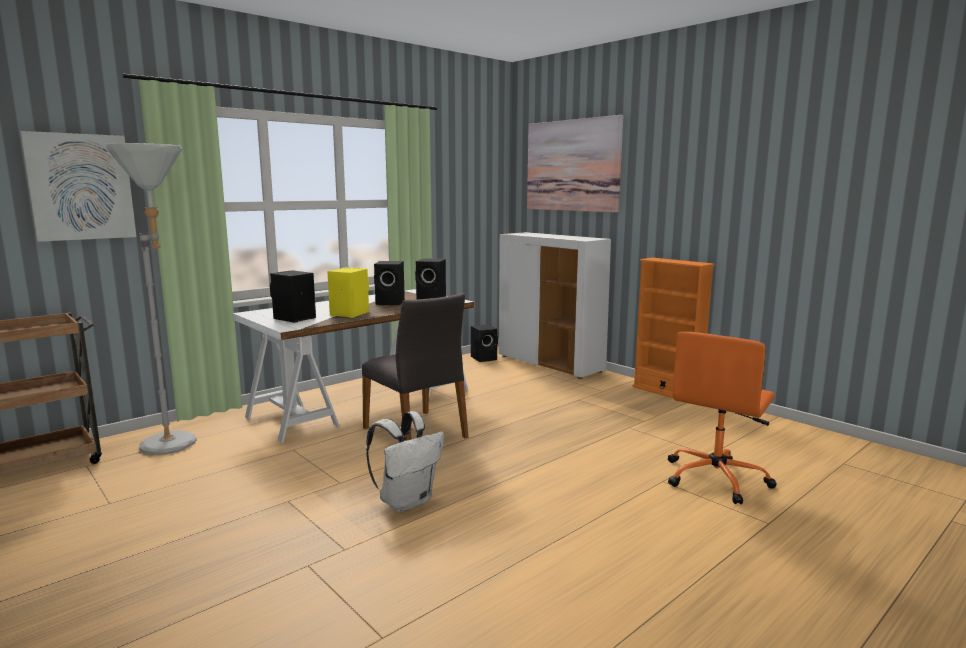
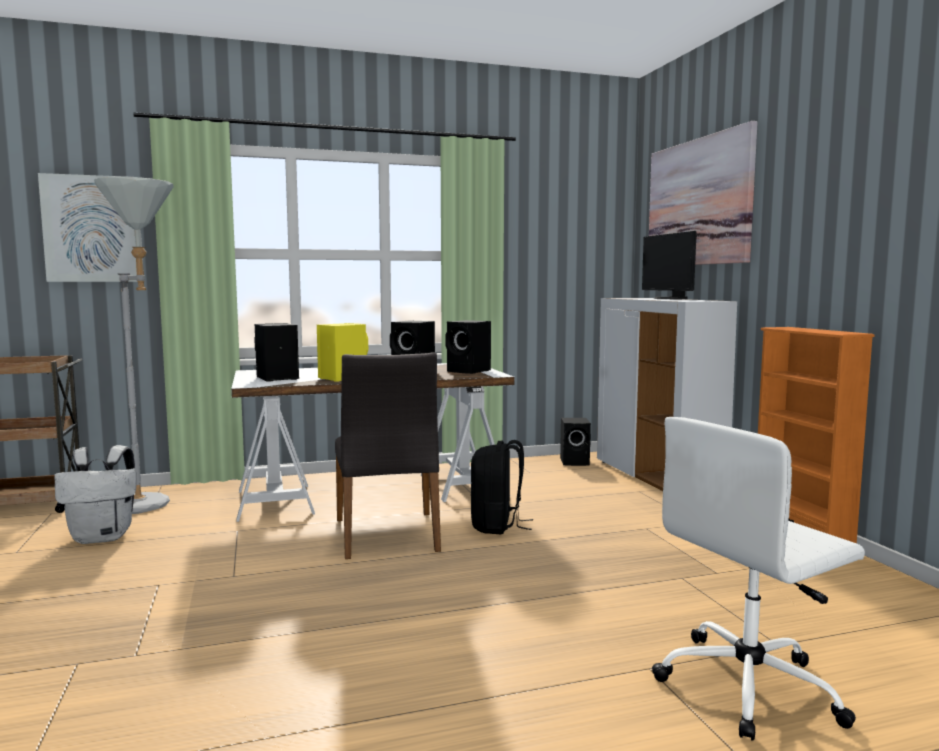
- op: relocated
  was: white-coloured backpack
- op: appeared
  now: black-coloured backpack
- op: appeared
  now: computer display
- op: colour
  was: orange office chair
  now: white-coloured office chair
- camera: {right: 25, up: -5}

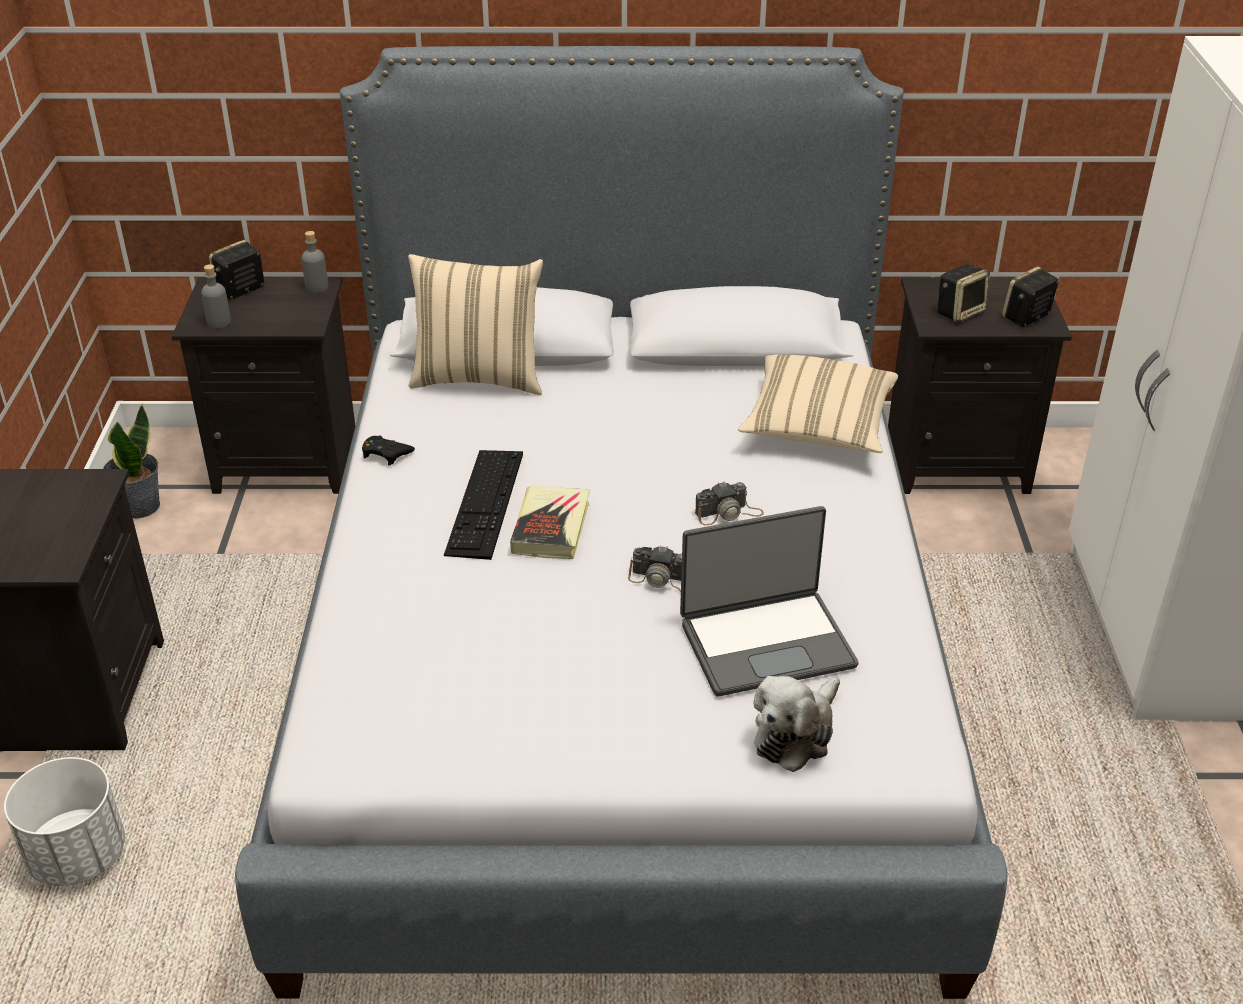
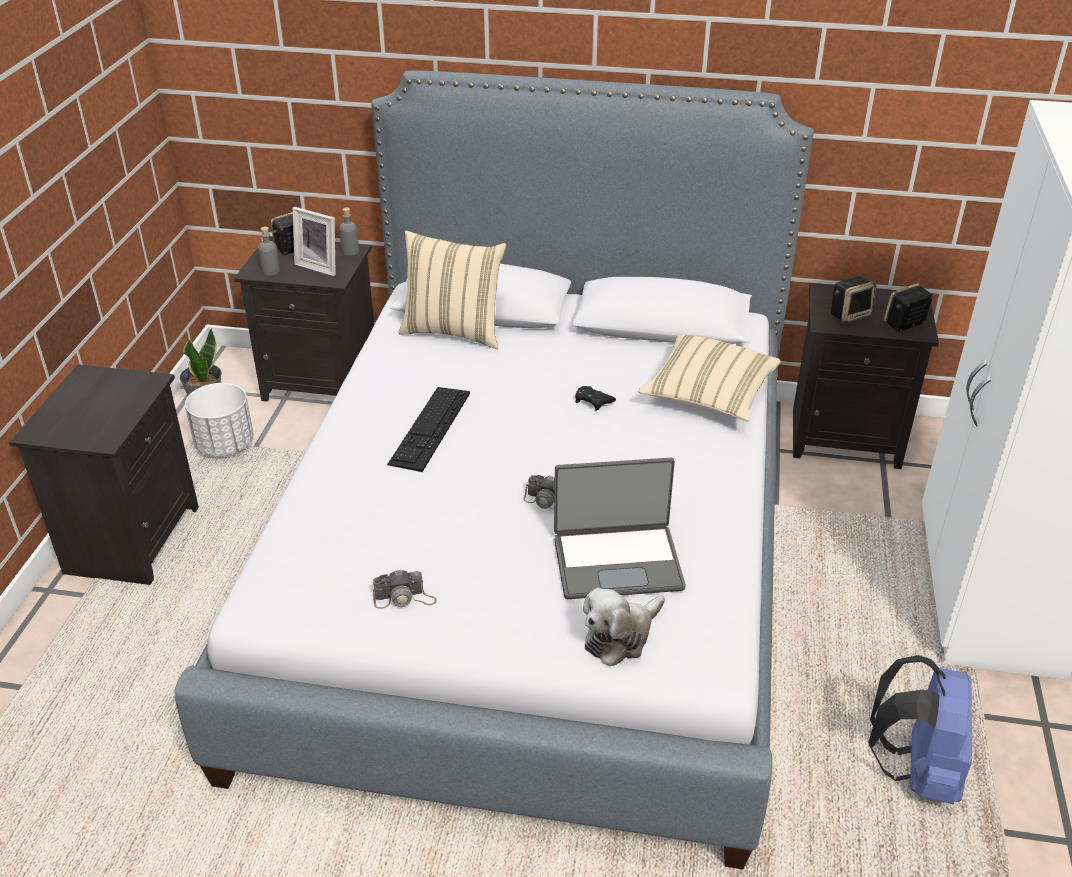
- op: relocated
  was: white-coloured planter
- op: appeared
  now: photo frame
- op: relocated
  was: photo camera (no. 2 from left in the first image)
  now: photo camera (no. 1 from left)
- op: relocated
  was: black-coloured gamepad
- op: appeared
  now: blue-coloured backpack
- op: missing
  was: bound book
- camera: {right: 10, up: 0}

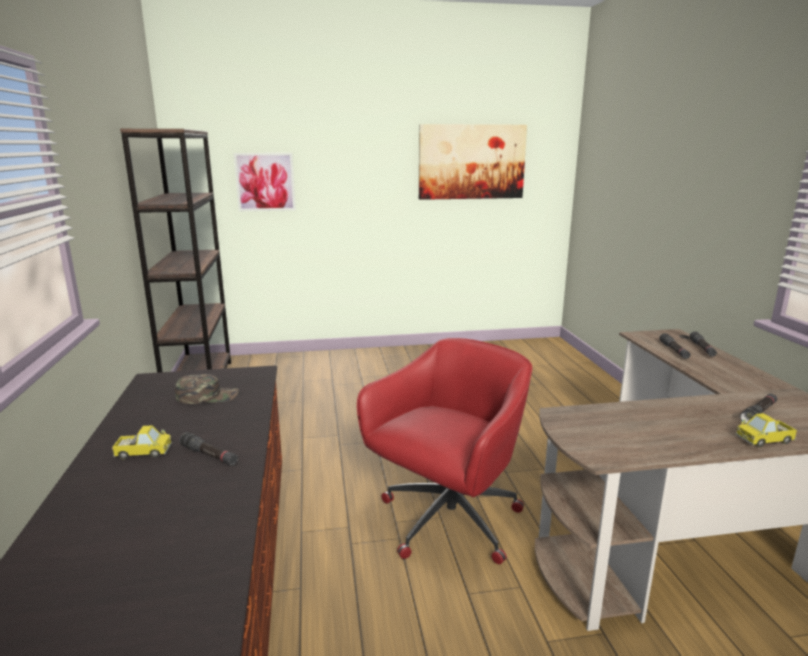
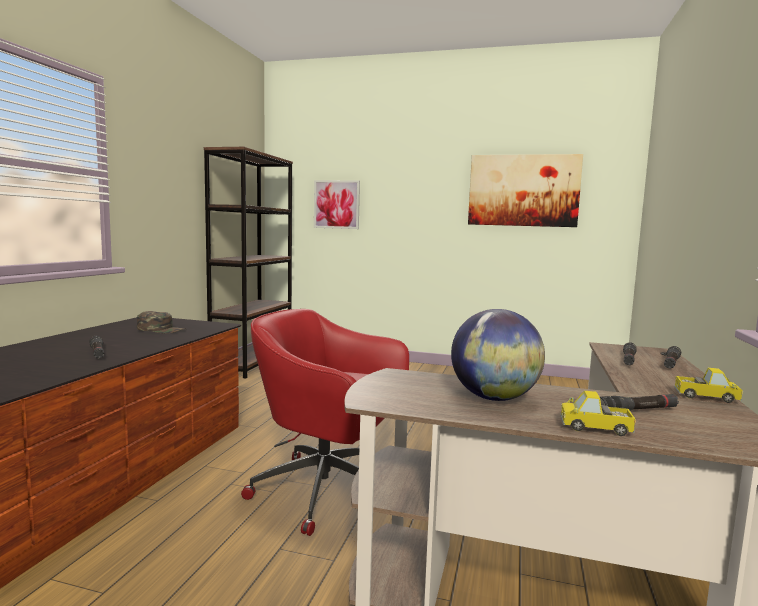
- op: spun
  was: reddish office chair
  clockwise: -135
- op: appeared
  now: world globe
- op: relocated
  was: model truck (no. 1 from left in the first image)
  now: model truck (no. 2 from left)
- camera: {right: 25, up: -10}

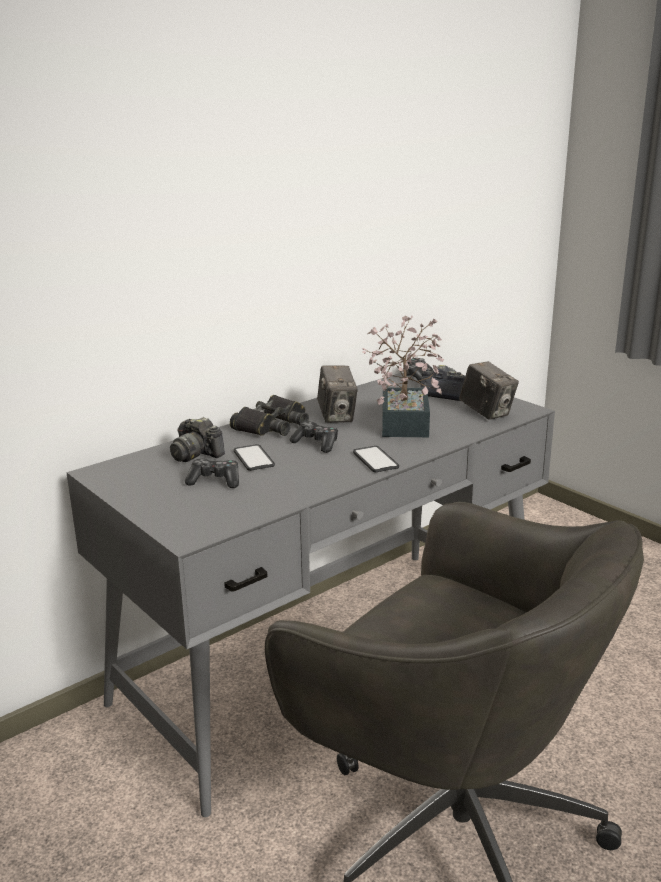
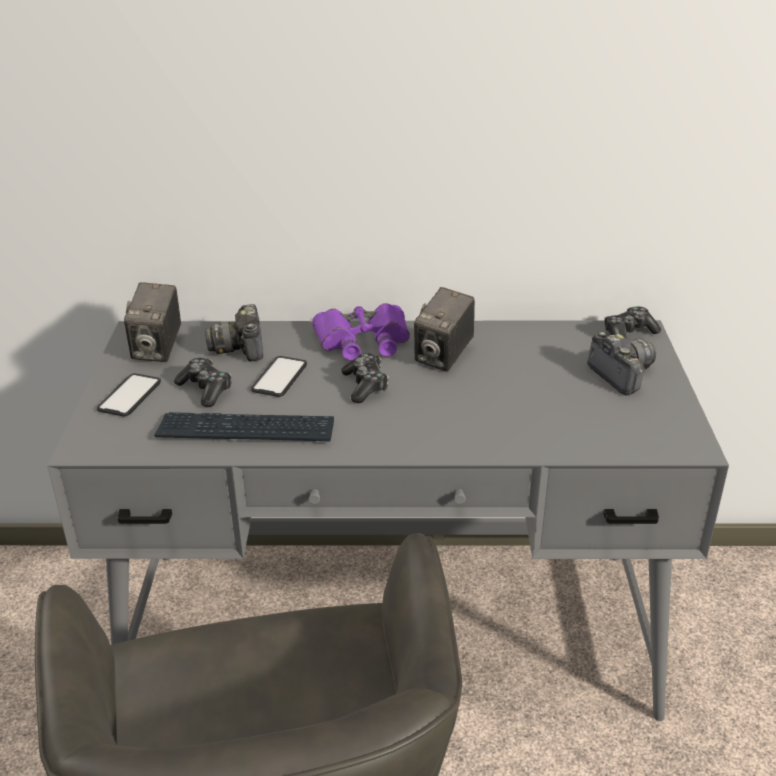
- op: relocated
  was: telephone (no. 2 from left in the first image)
  now: telephone (no. 1 from left)
- op: relocated
  was: photo camera (no. 4 from left in the first image)
  now: photo camera (no. 1 from left)
- op: appeared
  now: PC keyboard
- op: colour
  was: black-coloured binoculars
  now: purple-coloured binoculars
- op: missing
  was: plant in a pot
- camera: {right: 40, up: 10}

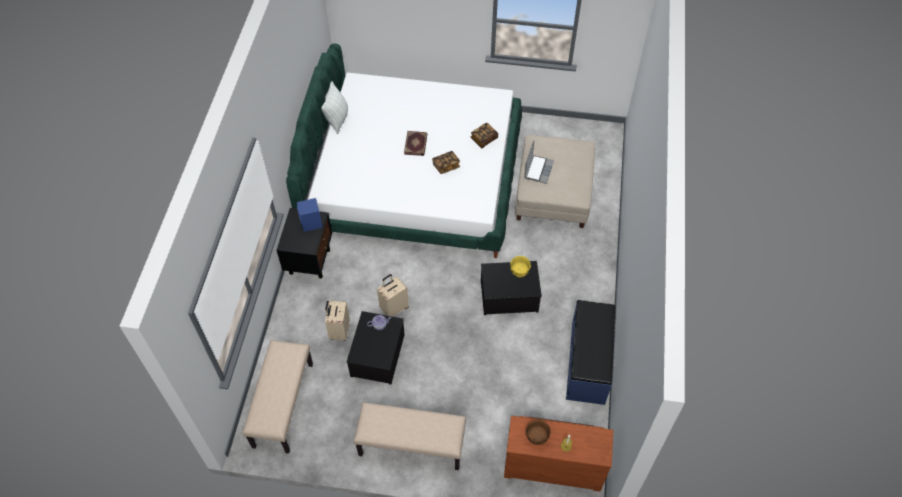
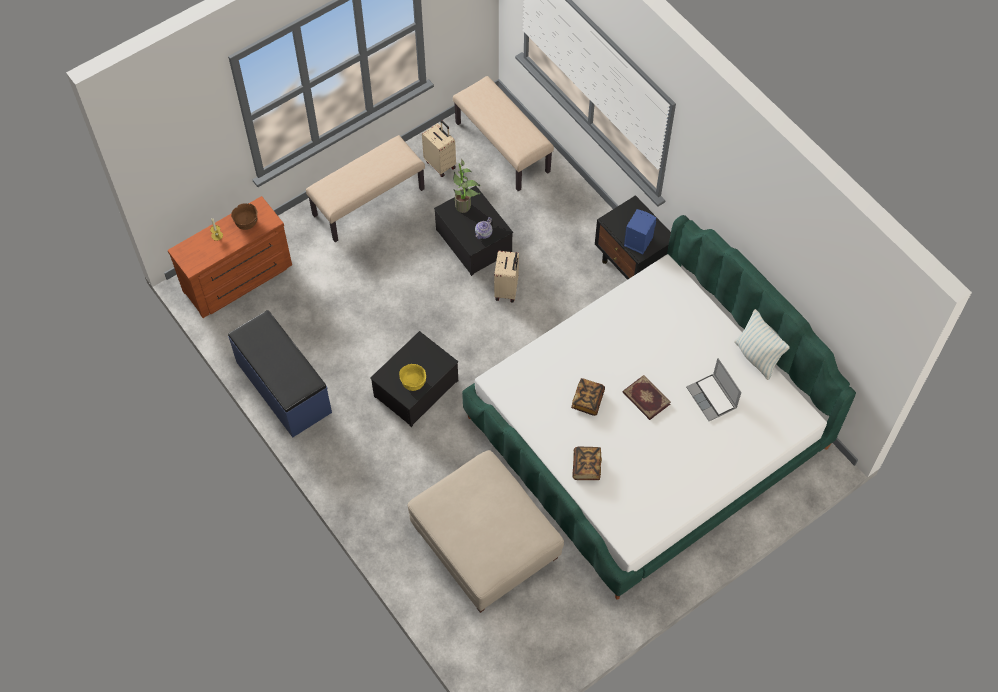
- op: relocated
  was: beige-coloured travel case (no. 1 from left)
- op: appeared
  now: plant in a pot
- op: relocated
  was: notebook computer
- camera: {right: 135, up: 5}

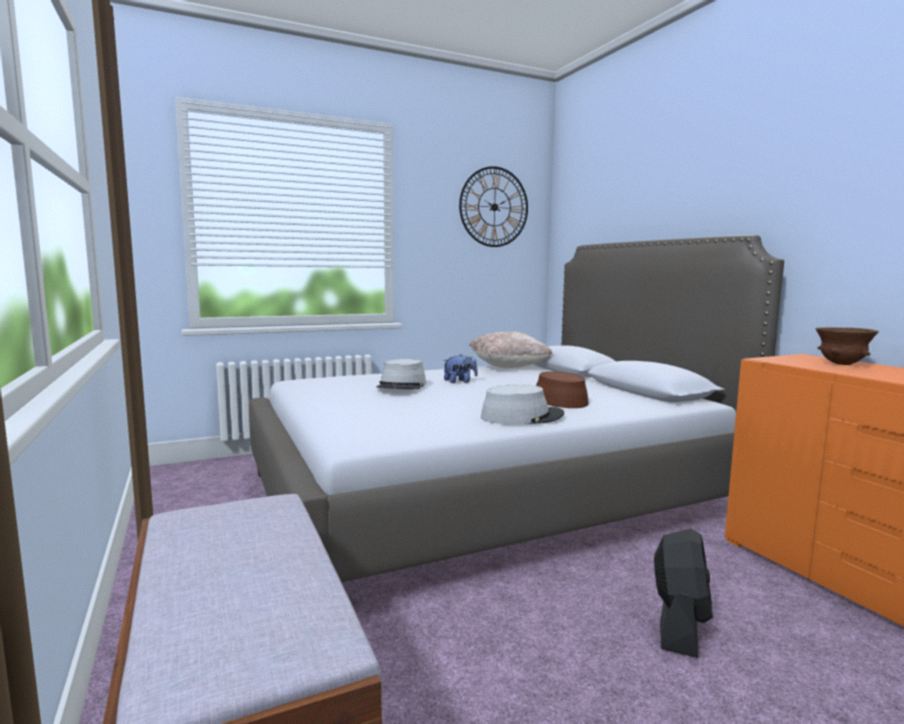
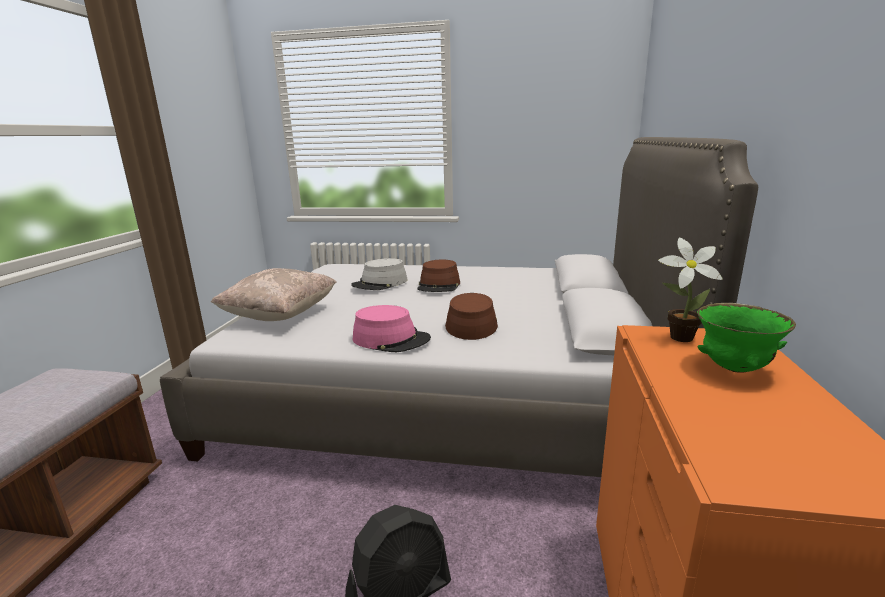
- op: relocated
  was: beige-coloured cushion
- op: colour
  was: gray hat (no. 2 from left)
  now: pink hat
- op: exchanged
  was: plush toy
  now: brownish hat (no. 1 from left)
- op: appeared
  now: plant in a pot
- op: colour
  was: brownish deep dish
  now: green-coloured deep dish
- op: missing
  was: wall clock
- camera: {right: 35, up: 10}

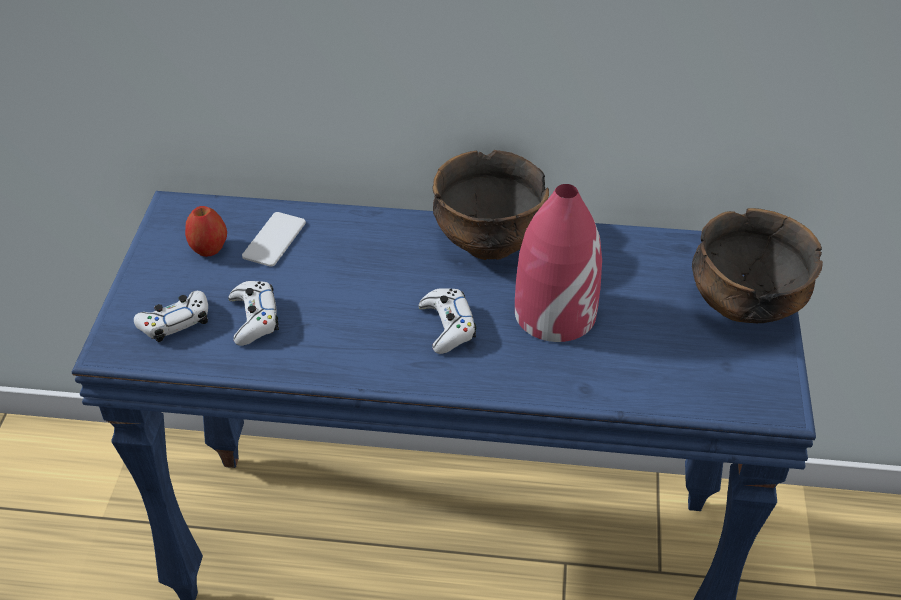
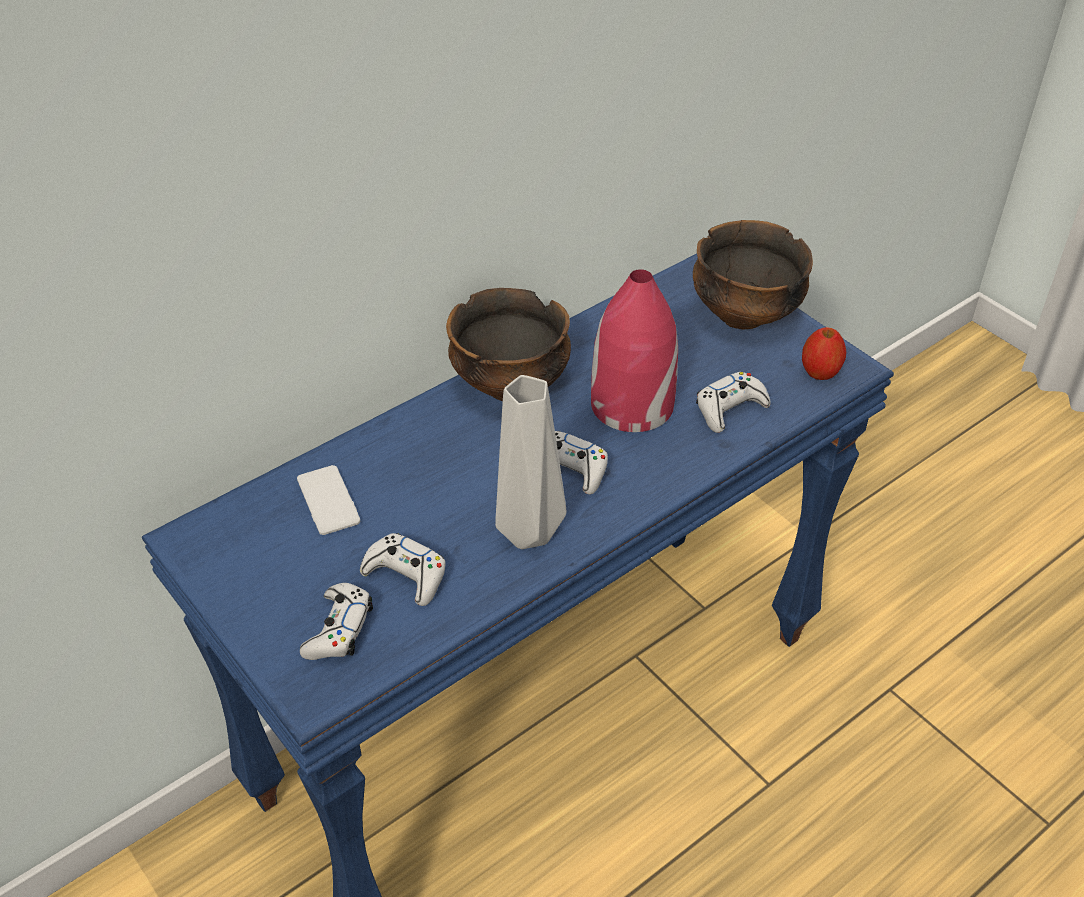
- op: appeared
  now: gray flower vase
- op: appeared
  now: white-coloured gamepad (no. 4 from left)
- op: relocated
  was: apple
- camera: {right: -45, up: 0}

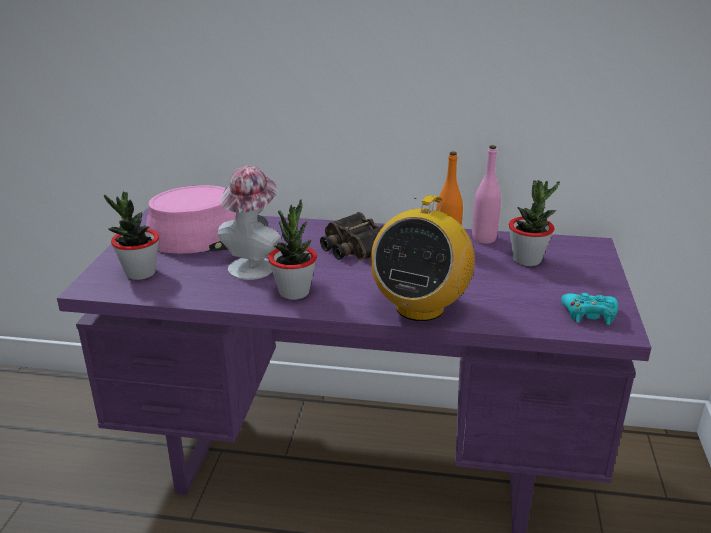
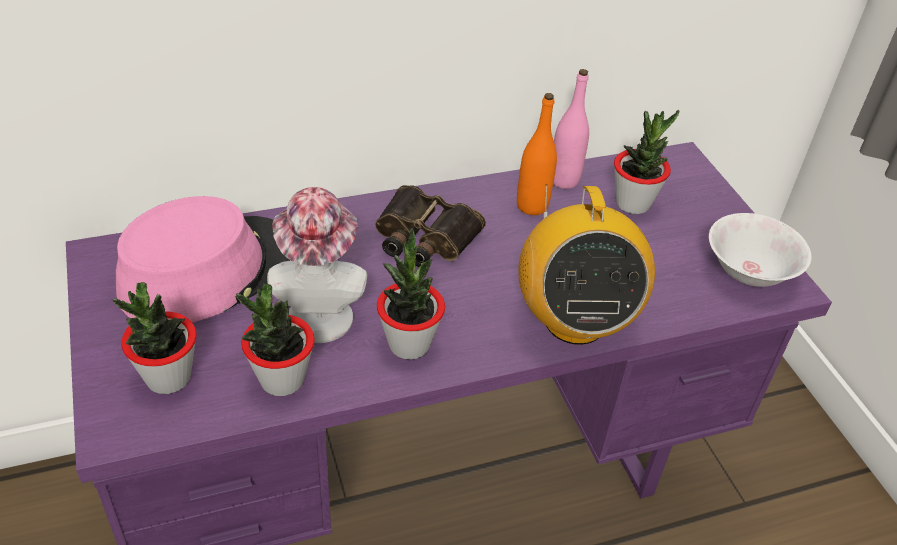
- op: appeared
  now: plant in a pot (no. 2 from left)
- op: exchanged
  was: turquoise-coloured gamepad
  now: white-coloured deep dish
- camera: {right: -30, up: 15}

